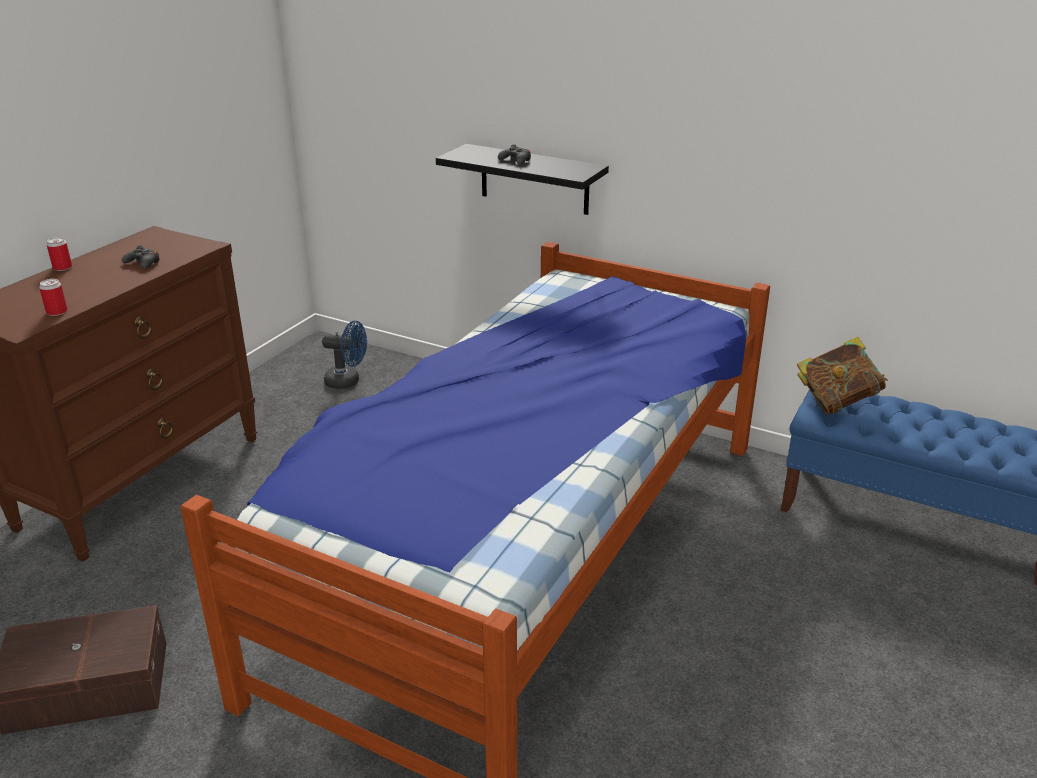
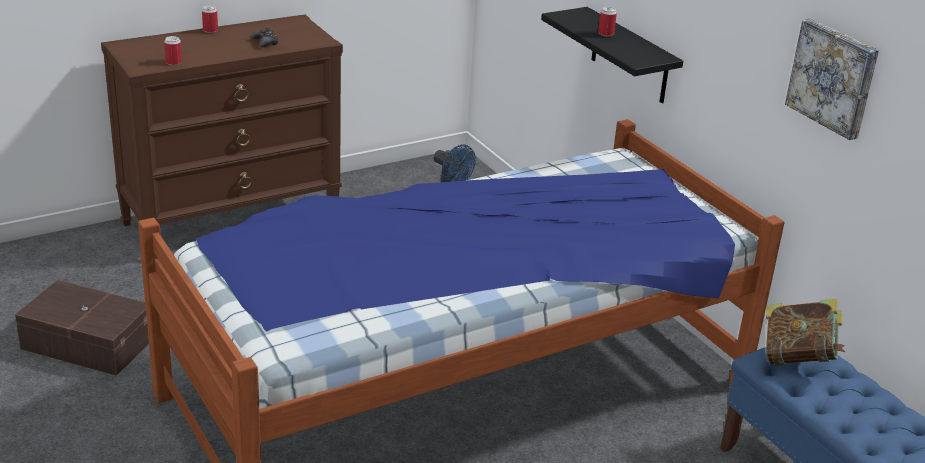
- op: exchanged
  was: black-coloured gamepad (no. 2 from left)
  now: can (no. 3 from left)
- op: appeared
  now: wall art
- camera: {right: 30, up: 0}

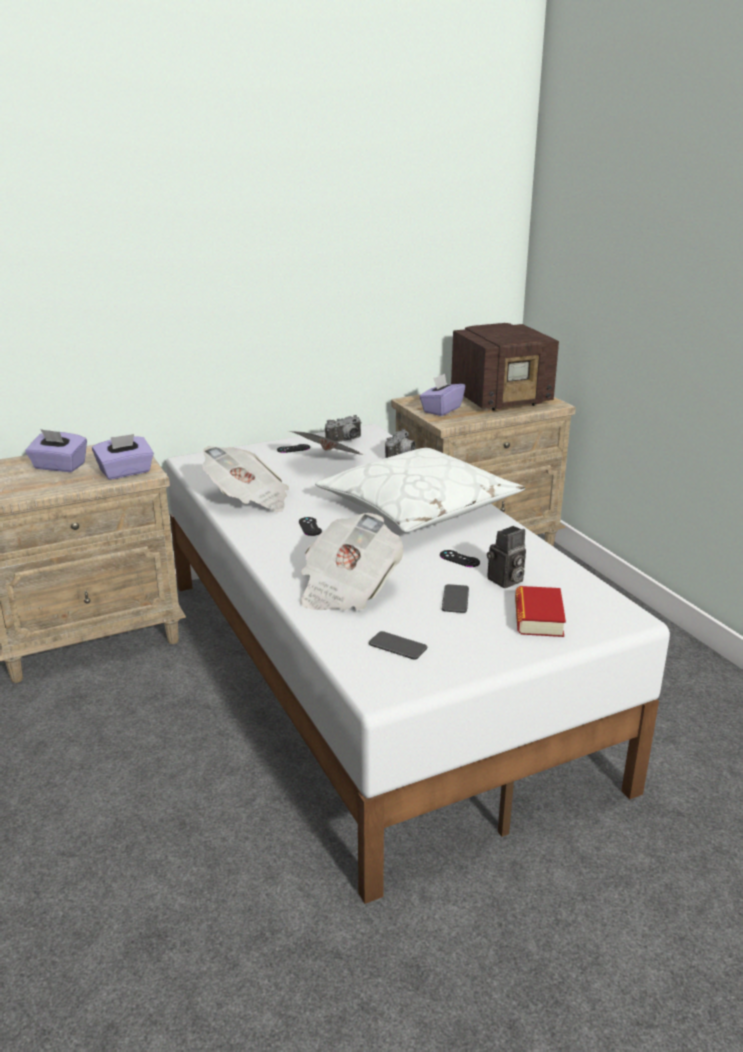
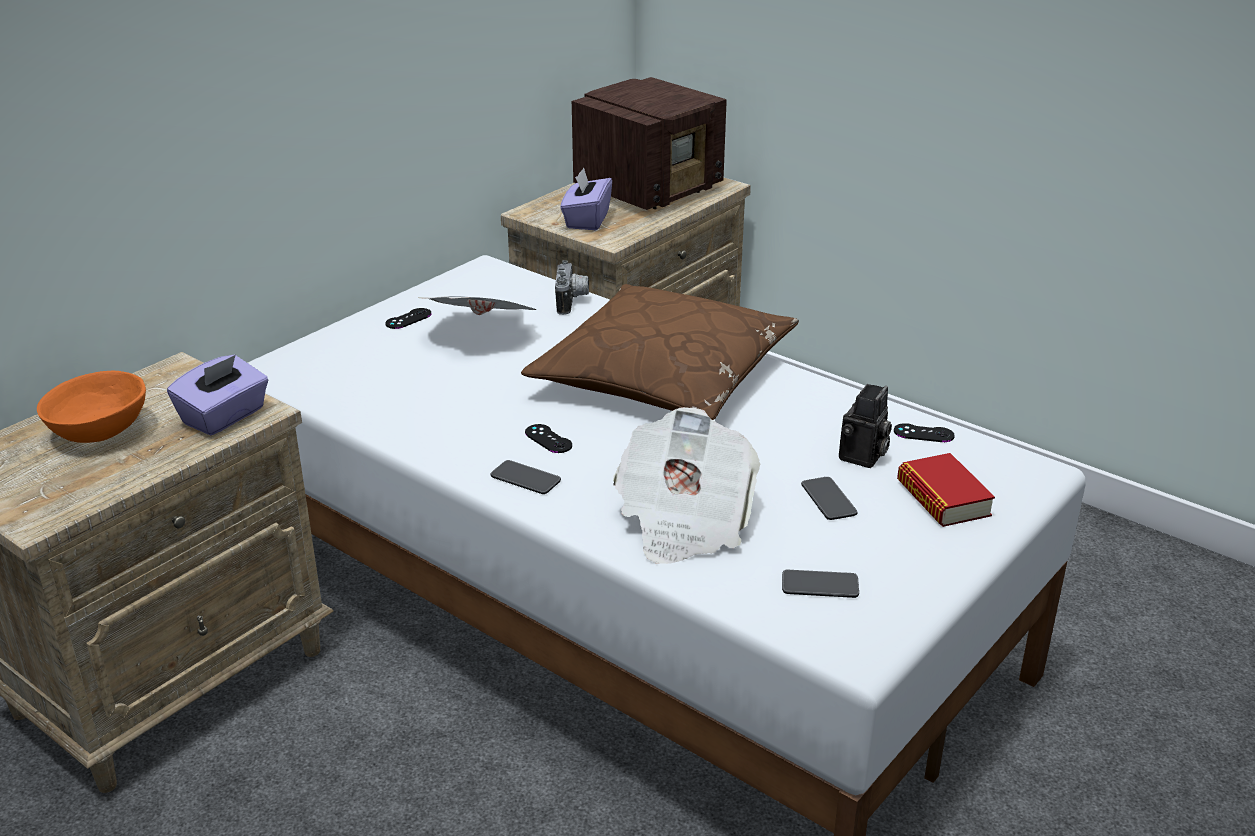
- op: exchanged
  was: purple-coloured tissue box (no. 1 from left)
  now: orange deep dish
- op: appeared
  now: telephone (no. 1 from left)
- op: colour
  was: white-coloured cushion
  now: brownish cushion
- op: relocated
  was: black-coloured gamepad (no. 3 from left)
- op: missing
  was: printed paper (no. 1 from left)
- op: missing
  was: photo camera (no. 1 from left)
- camera: {right: -25, up: 5}

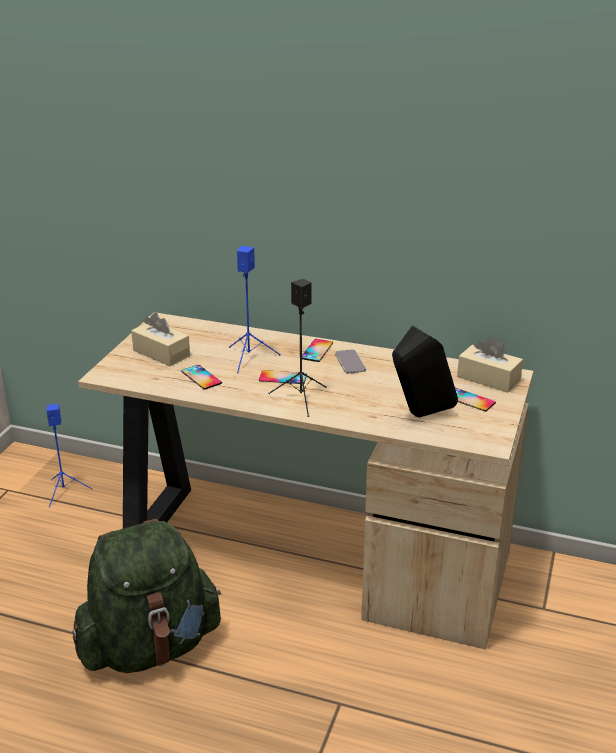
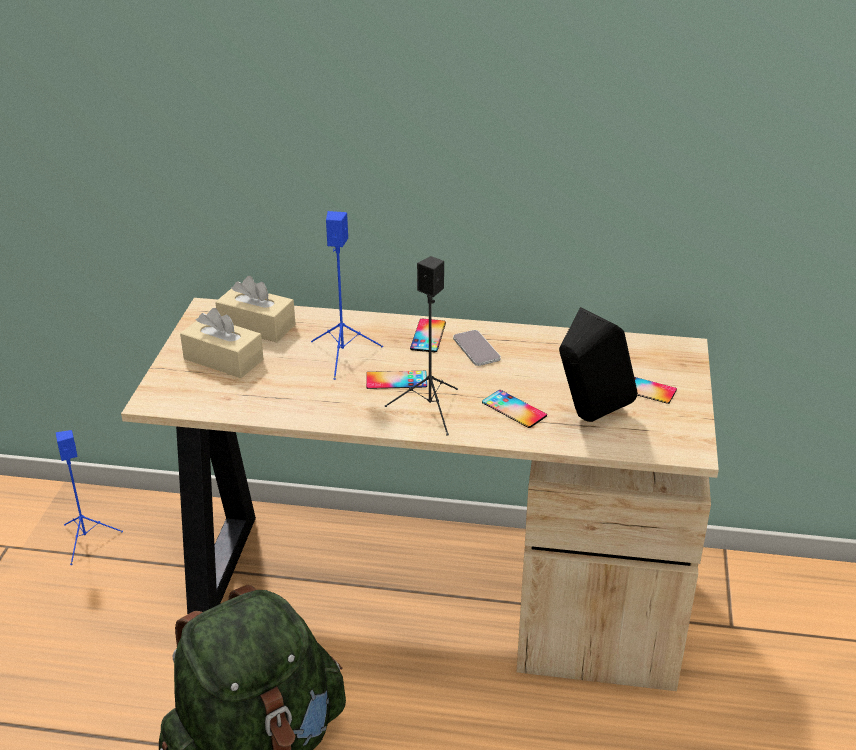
- op: relocated
  was: beige-coloured tissue box (no. 2 from left)
- op: relocated
  was: telephone (no. 1 from left in the first image)
  now: telephone (no. 4 from left)
- camera: {right: -10, up: 5}

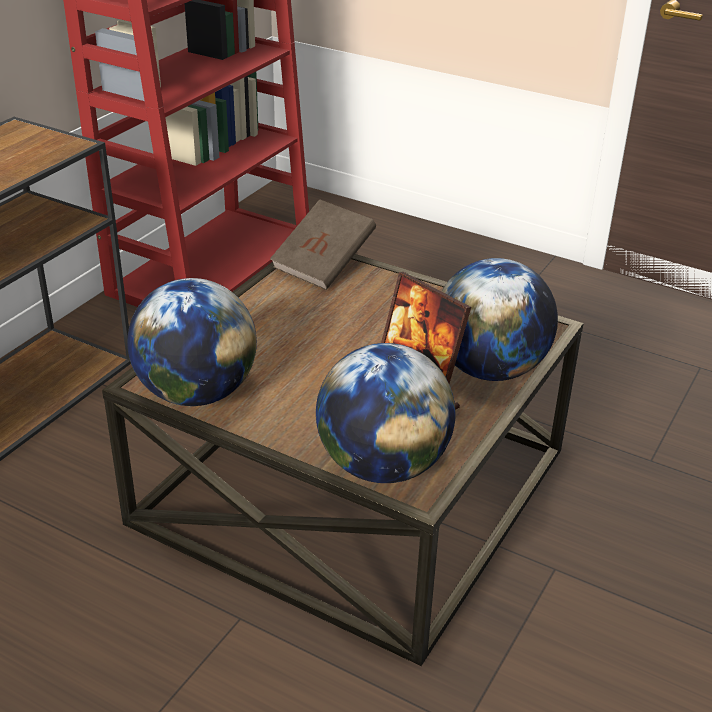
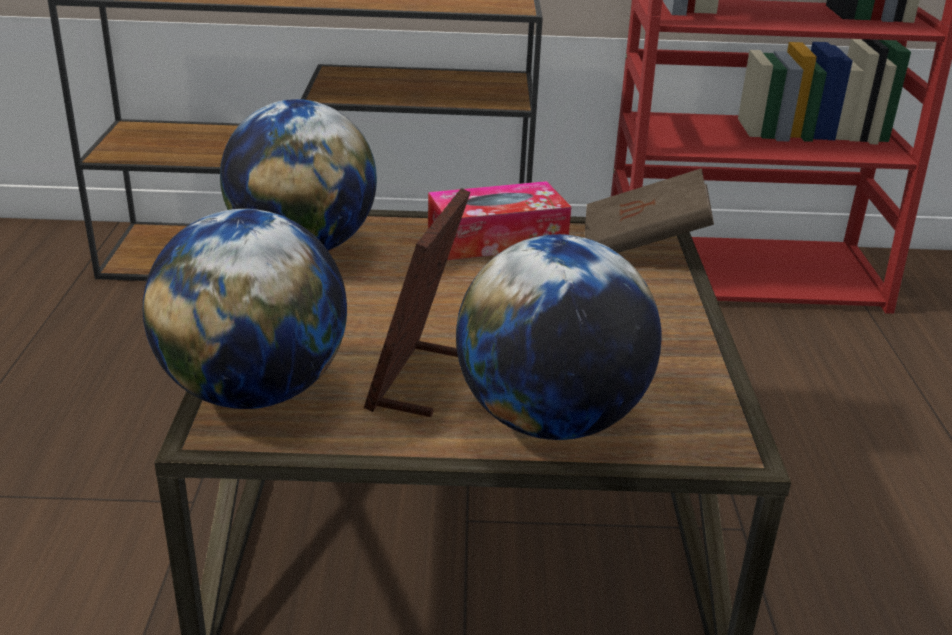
- op: appeared
  now: tissue box
- camera: {right: 60, up: -5}

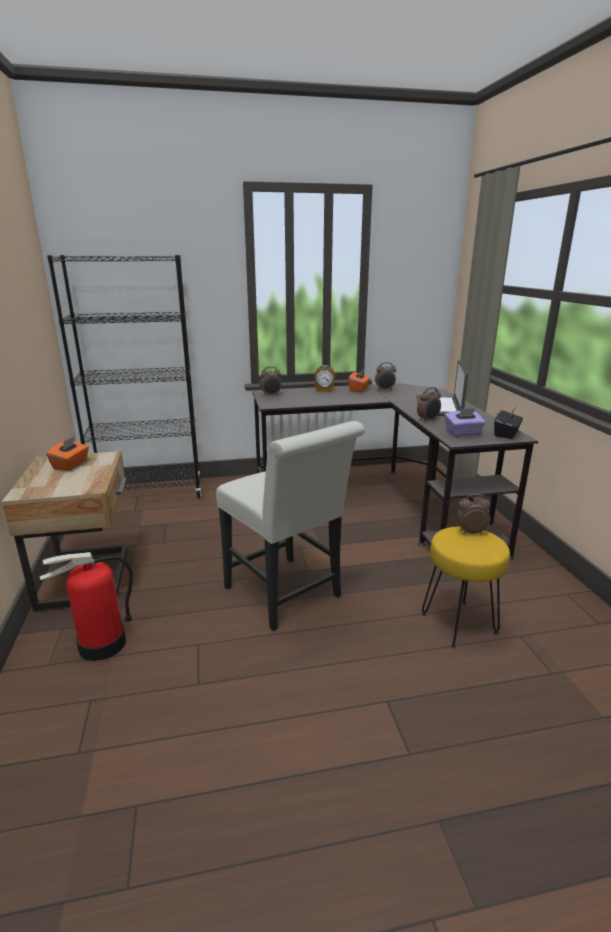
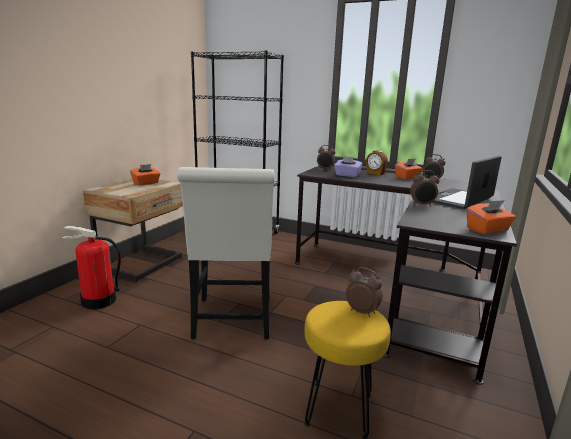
- op: relocated
  was: purple-coloured tissue box
- op: colour
  was: black-coloured tissue box
  now: orange tissue box (no. 3 from left)
- camera: {right: 35, up: -5}

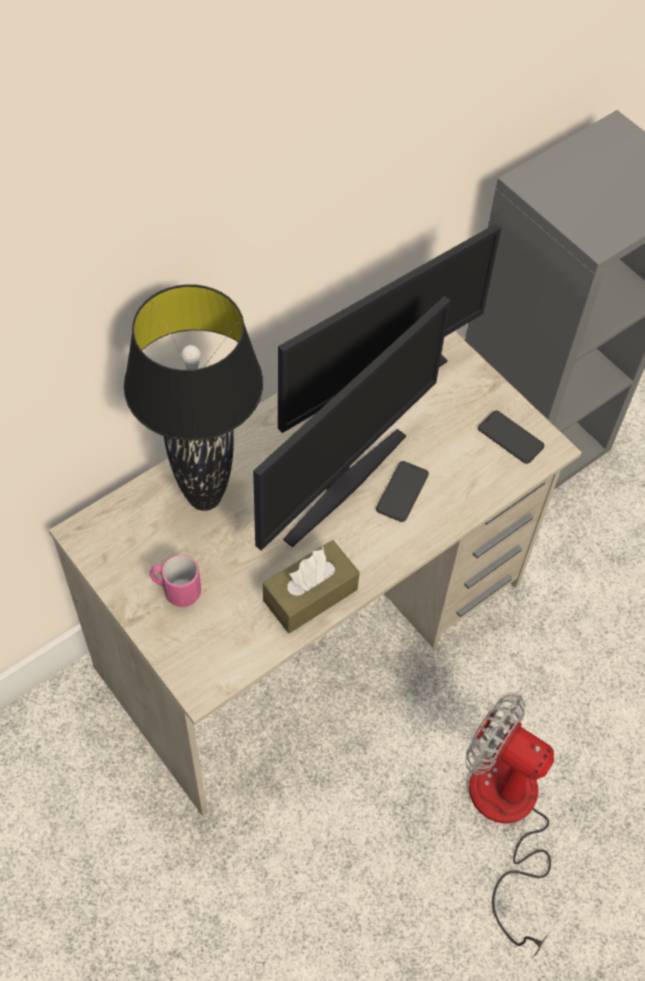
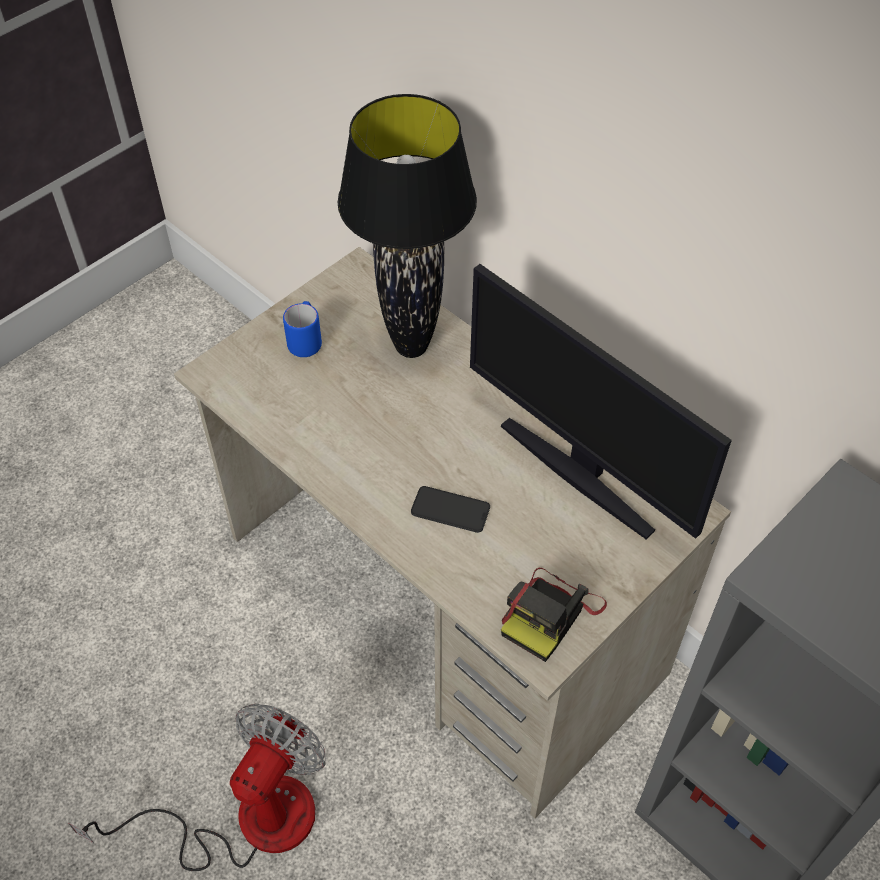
- op: colour
  was: pink coffee mug
  now: blue-coloured coffee mug
- op: exchanged
  was: telephone (no. 2 from left)
  now: photo camera
- op: missing
  was: computer display (no. 1 from left)
- op: missing
  was: brownish tissue box
- camera: {right: 85, up: -5}

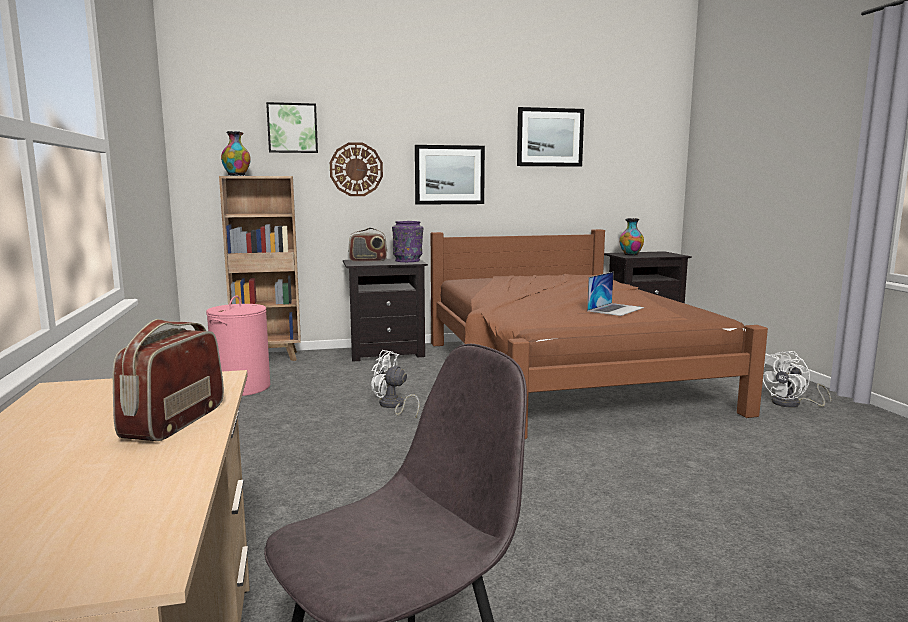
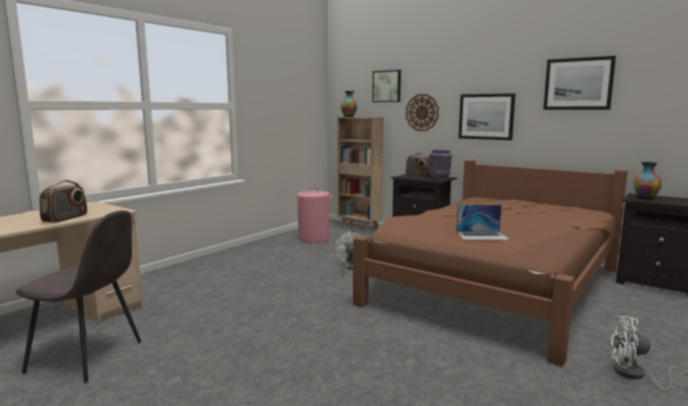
- op: spun
  was: radio receiver (no. 1 from left)
  clockwise: 135
- camera: {right: 50, up: 0}

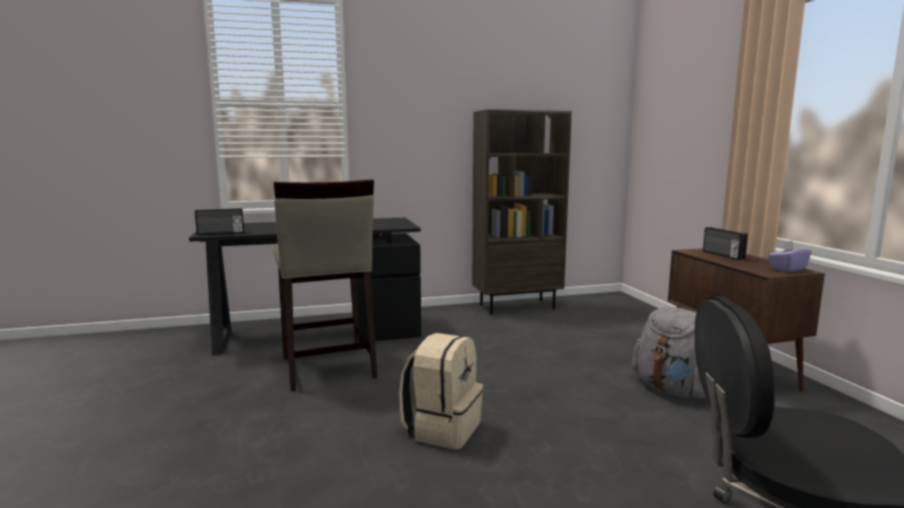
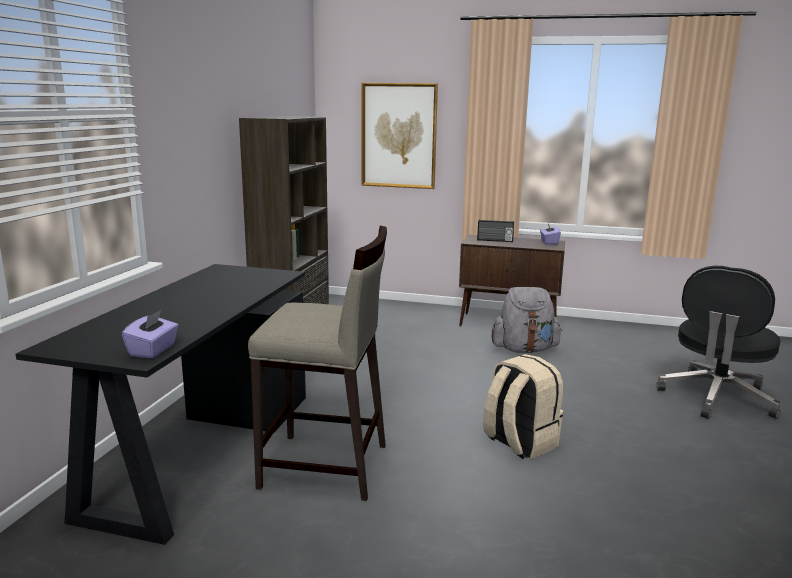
- op: exchanged
  was: radio receiver (no. 1 from left)
  now: purple-coloured tissue box (no. 1 from left)
- op: appeared
  now: wall art
- camera: {right: -60, up: 5}

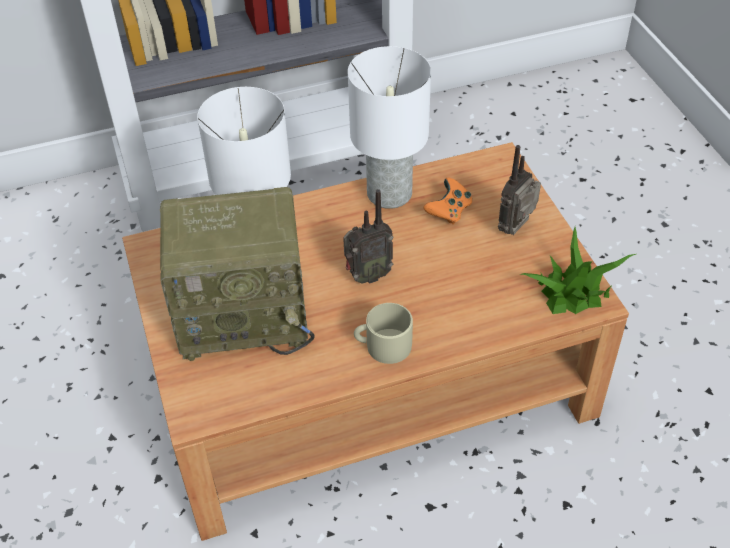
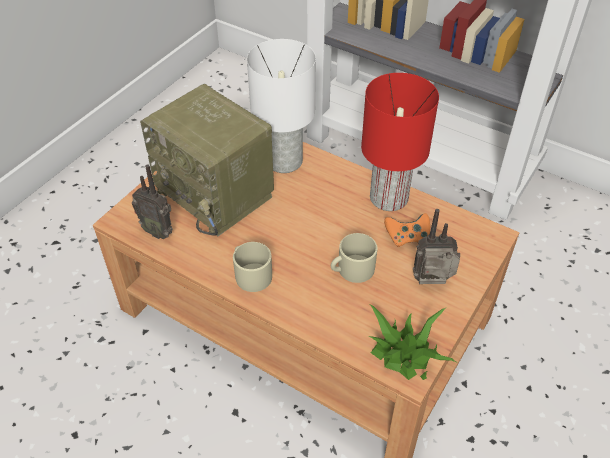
- op: relocated
  was: radio receiver (no. 2 from left in the first image)
  now: radio receiver (no. 1 from left)
- op: appeared
  now: beige-coloured coffee mug (no. 2 from left)
- op: colour
  was: white-coloured lamp for a table (no. 2 from left)
  now: reddish lamp for a table
- camera: {right: 50, up: 0}

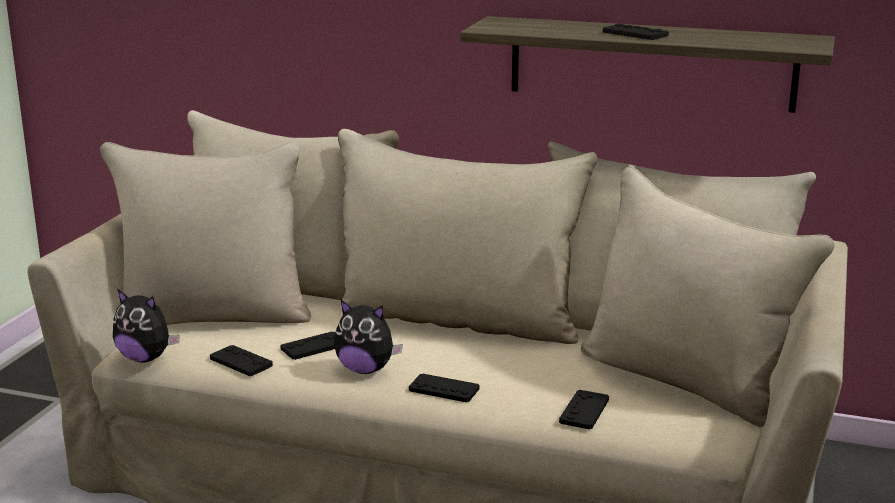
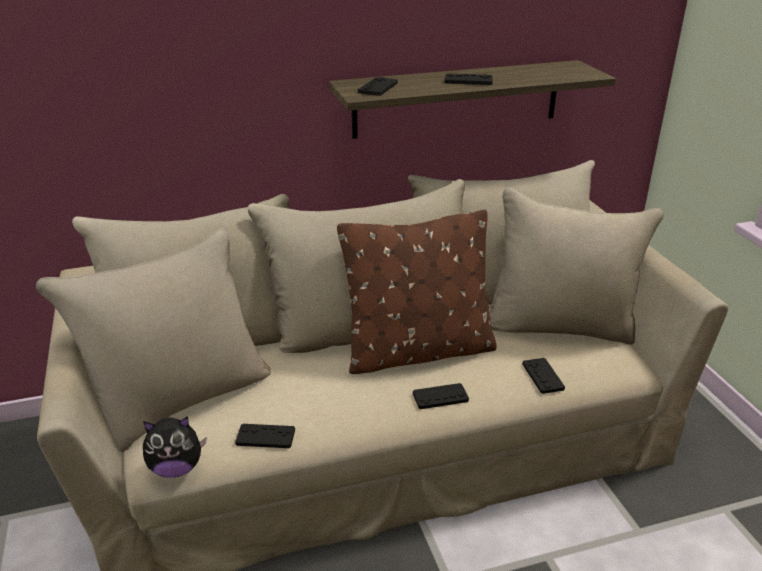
- op: appeared
  now: brownish cushion
- op: relocated
  was: black-coloured gamepad (no. 2 from left)
- op: missing
  was: plush toy (no. 2 from left)
- camera: {right: -35, up: 10}

